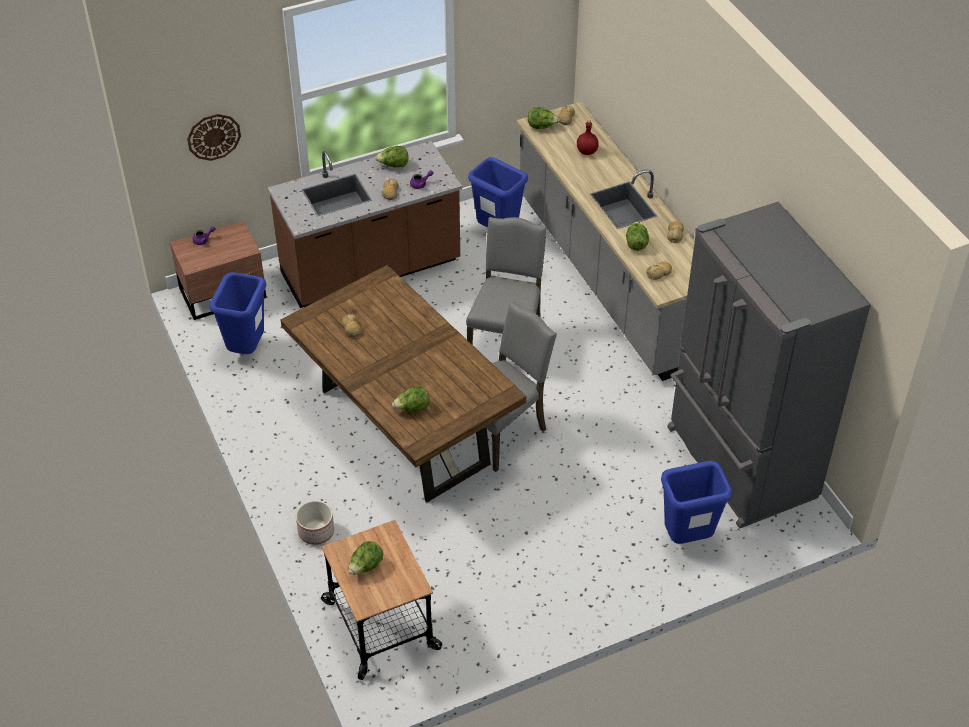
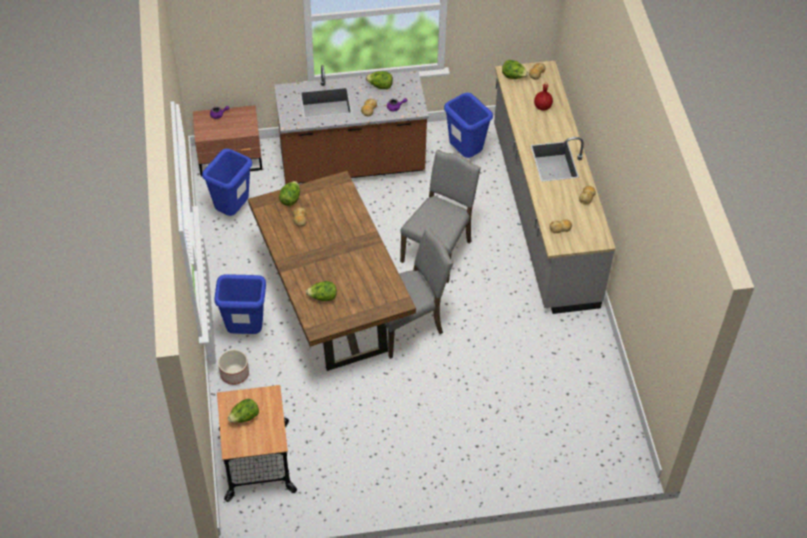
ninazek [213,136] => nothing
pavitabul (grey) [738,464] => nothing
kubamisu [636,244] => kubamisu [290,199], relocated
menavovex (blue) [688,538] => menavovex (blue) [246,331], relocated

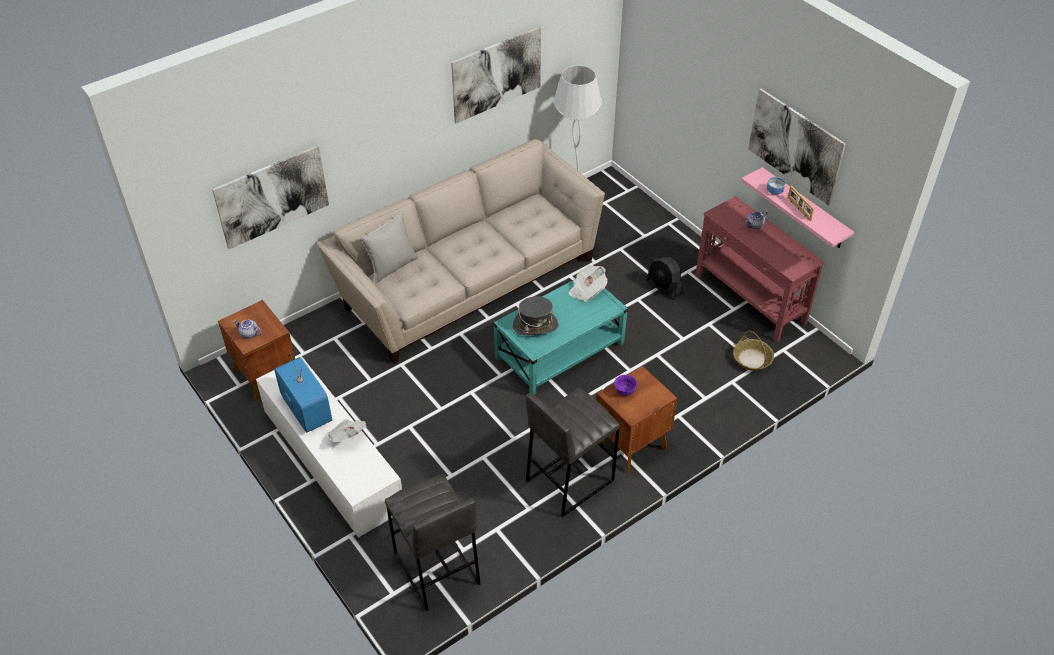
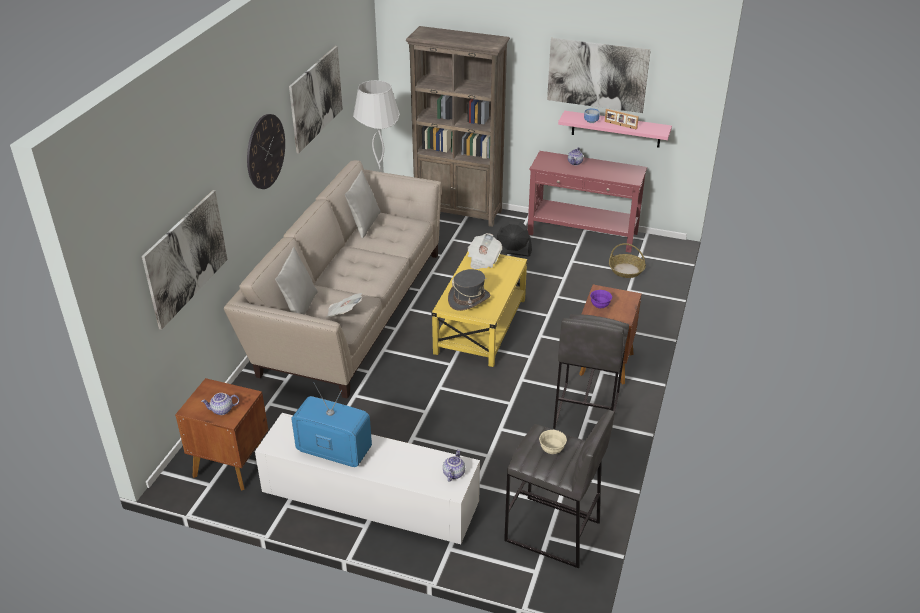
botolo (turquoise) [560,351] => botolo (yellow) [480,326]
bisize [347,436] => bisize [344,313], relocated
nothing => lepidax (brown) [458,212]
nothing => ninazek [265,151]
nothing => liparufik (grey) [364,224]
nothing => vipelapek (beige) [552,450]
nothing => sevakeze [453,473]

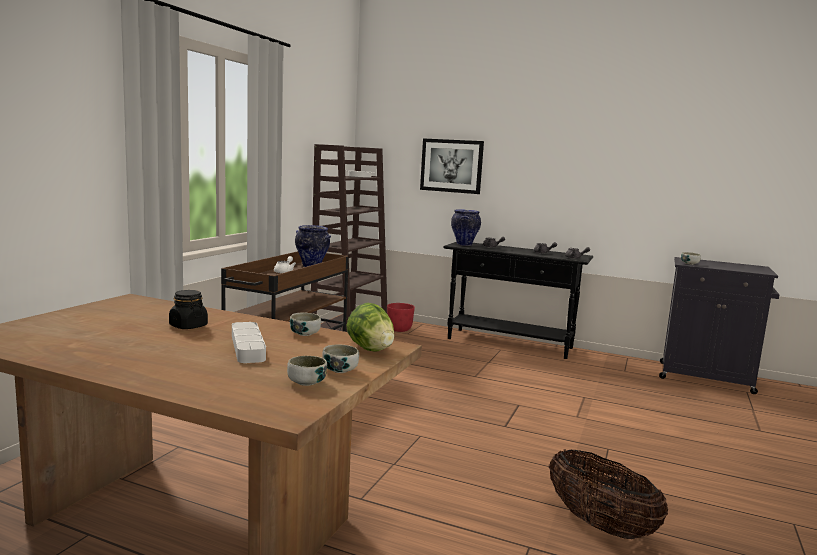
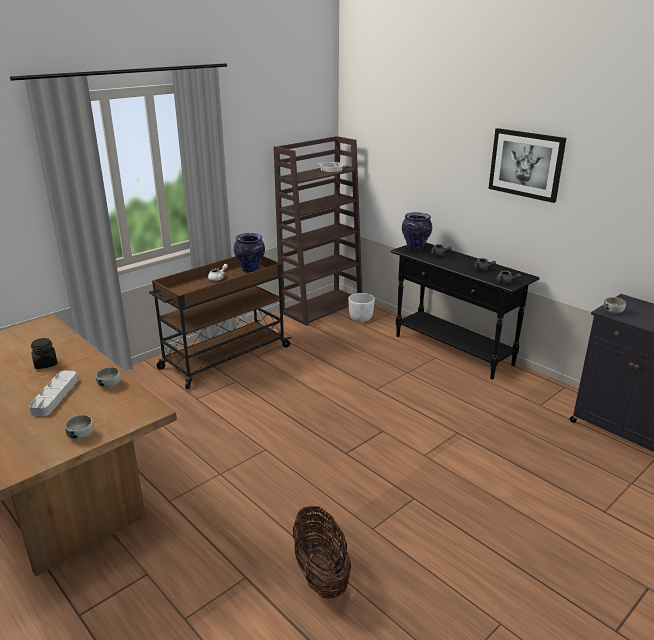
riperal [451,166] => riperal [526,164], relocated
kubamisu [370,349] => nothing
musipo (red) [399,330] => musipo (white) [360,319]
vipelapek [306,382] => nothing

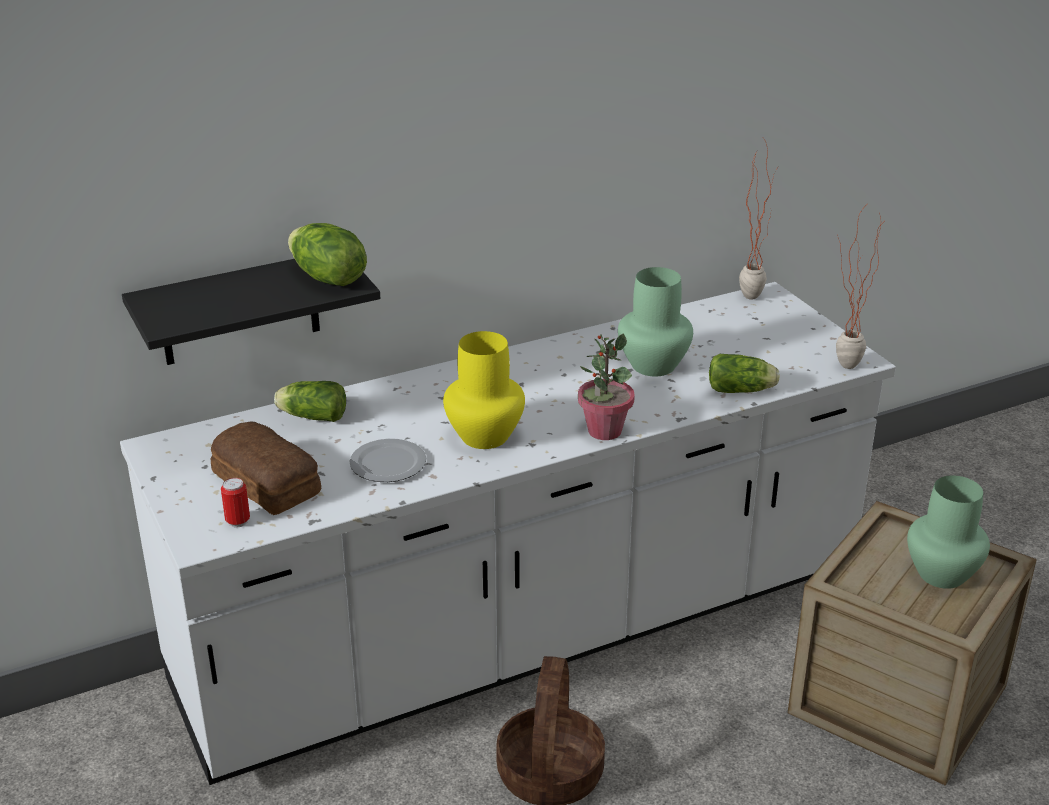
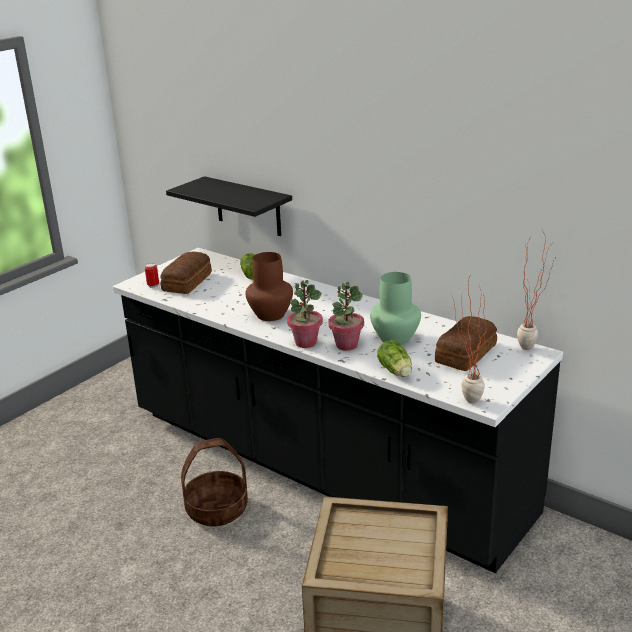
kubamisu [327,278] => nothing
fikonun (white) [524,632] => fikonun (black) [322,465]
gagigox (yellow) [485,435] => gagigox (brown) [271,314]
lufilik [386,463] => nothing
gagigox (green) [941,573] => nothing
nothing => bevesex [346,345]
nothing => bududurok [464,353]

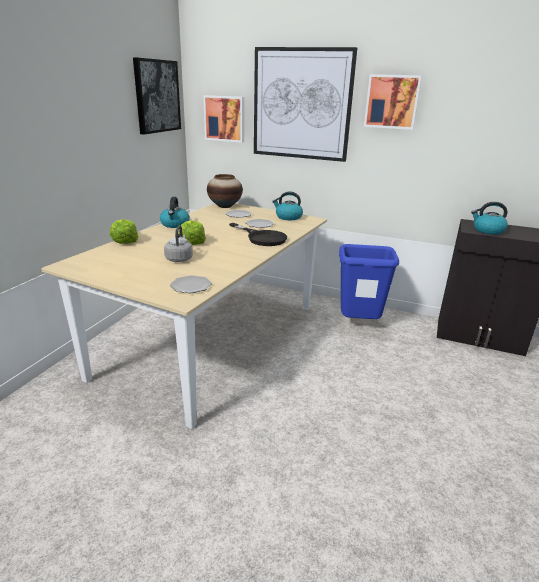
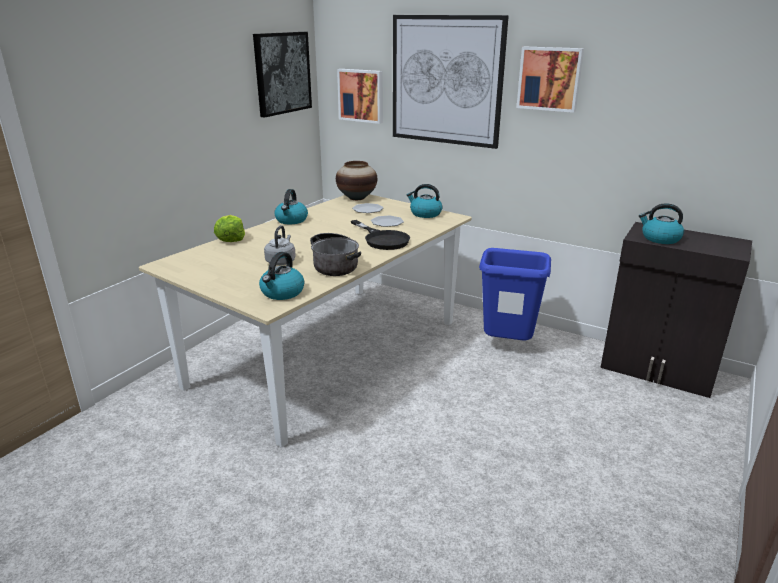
kubamisu [192,242] => nothing
lufilik [191,286] => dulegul [282,293]
nothing => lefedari [335,264]

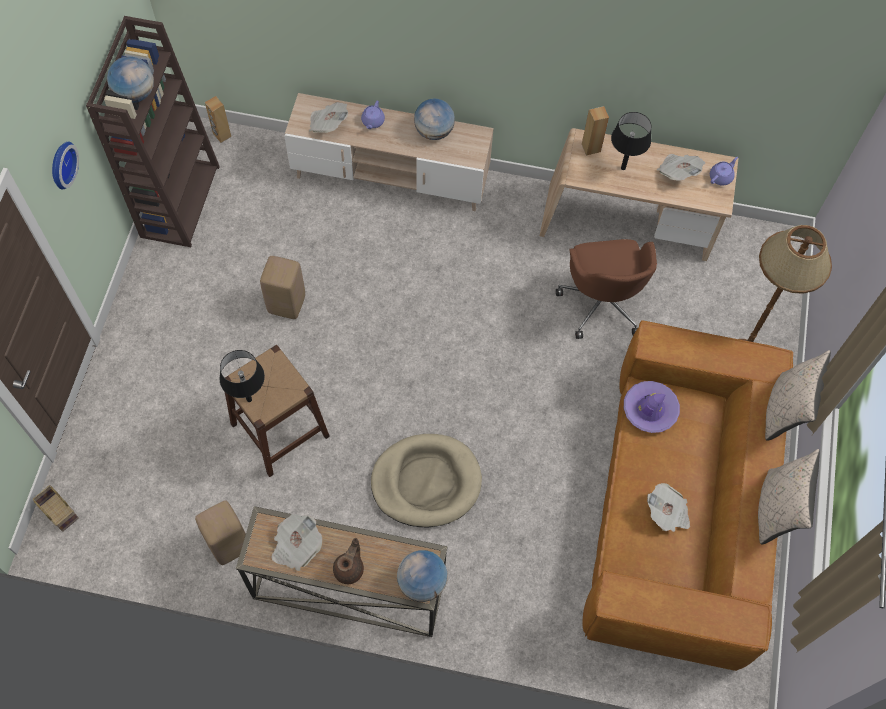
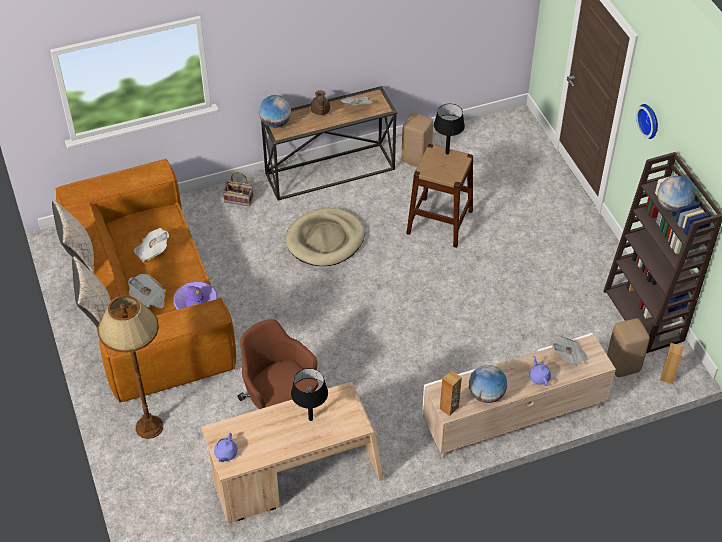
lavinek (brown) [591,147] => lavinek (brown) [449,408], relocated
bisize [678,172] => bisize [149,298], relocated
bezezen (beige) [286,303] => bezezen (beige) [623,366], relocated
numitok [58,512] => numitok [239,199], relocated

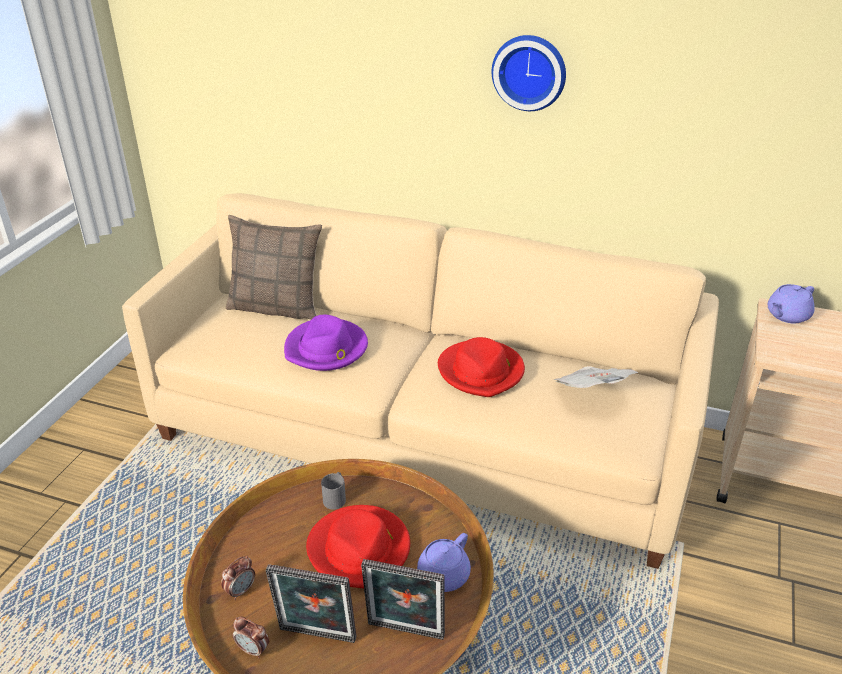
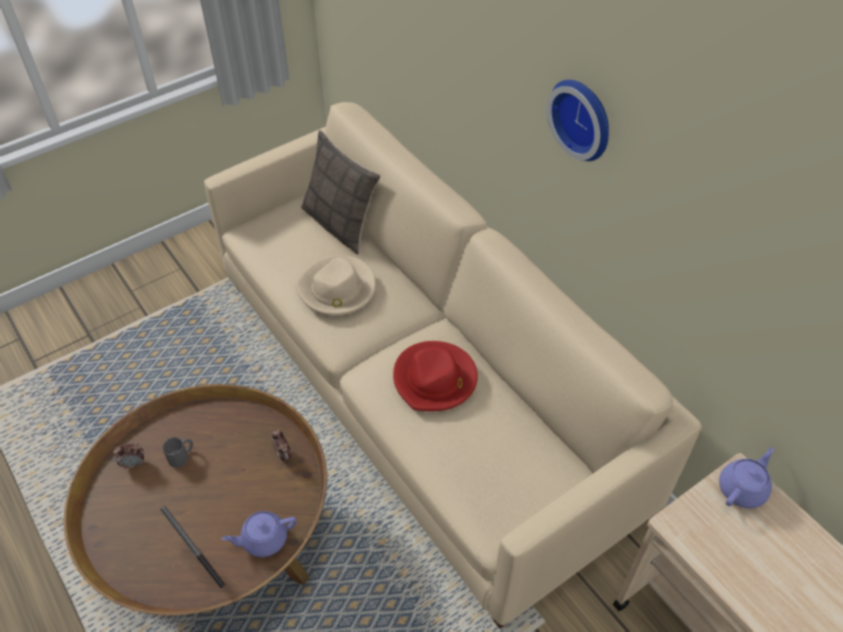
sevakeze (purple) [787,315] => sevakeze (purple) [742,489], 135 degrees clockwise
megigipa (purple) [326,348] => megigipa (beige) [337,289]
bisize [592,392] => nothing
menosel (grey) [336,497] => menosel (grey) [182,456], relocated
megigipa (red) [360,549] => nothing
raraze [316,637] => nothing
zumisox [253,650] => zumisox [283,455], relocated

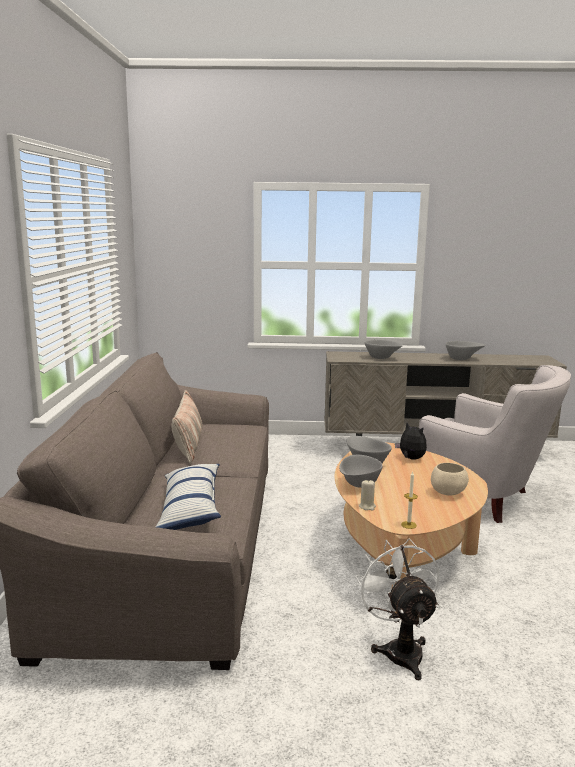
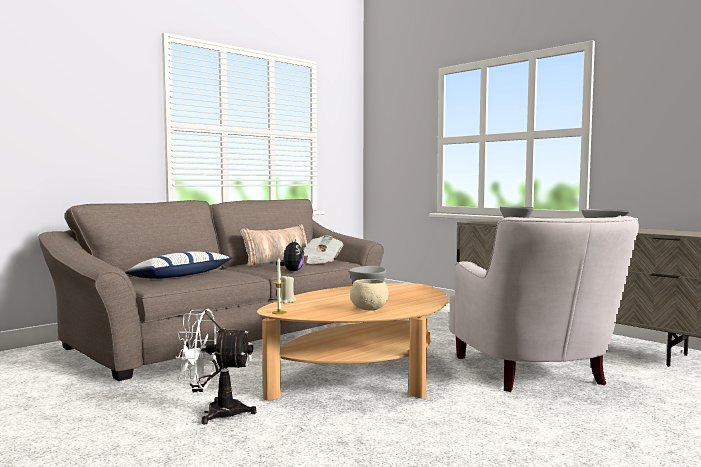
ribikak [410,459] => ribikak [292,271], relocated
vipelapek (grey) [358,485] => nothing
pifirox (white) [400,650] => pifirox (white) [215,413], 120 degrees counterclockwise
nothing => bisize [321,261]

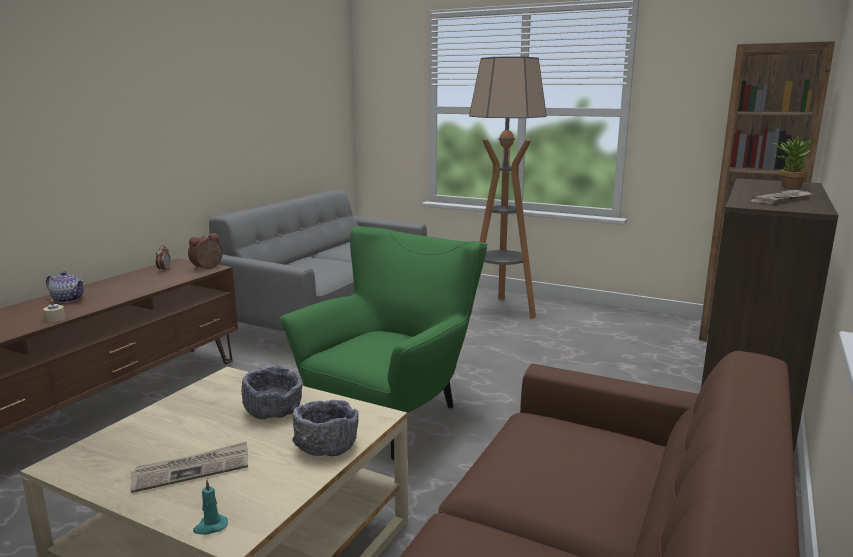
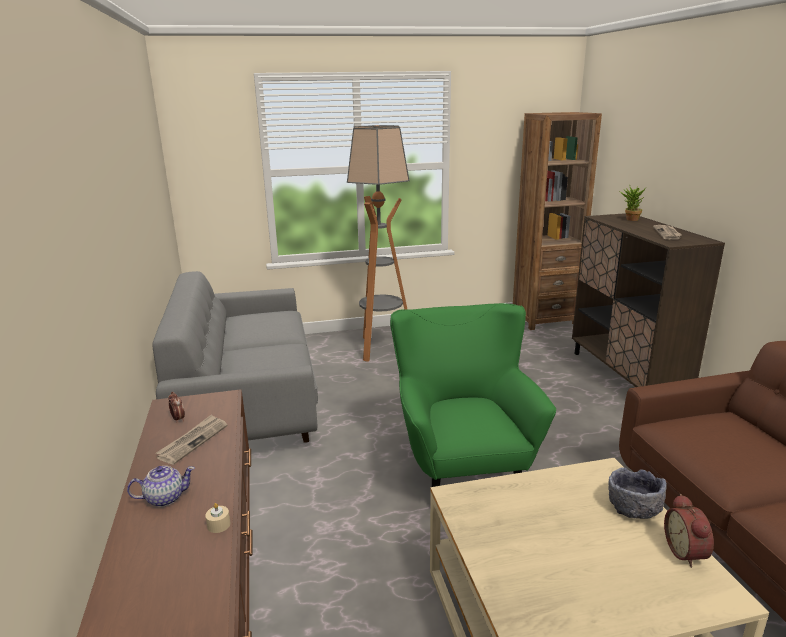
zumisox [208,267] => zumisox [687,552], relocated
vipelapek (grey) [273,410] => nothing
bisize [192,470] => bisize [193,441], relocated
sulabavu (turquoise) [210,527] => nothing

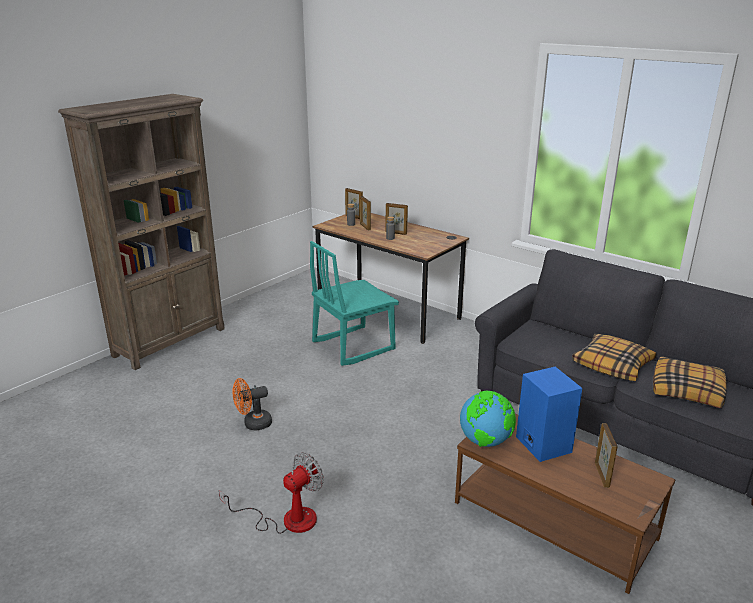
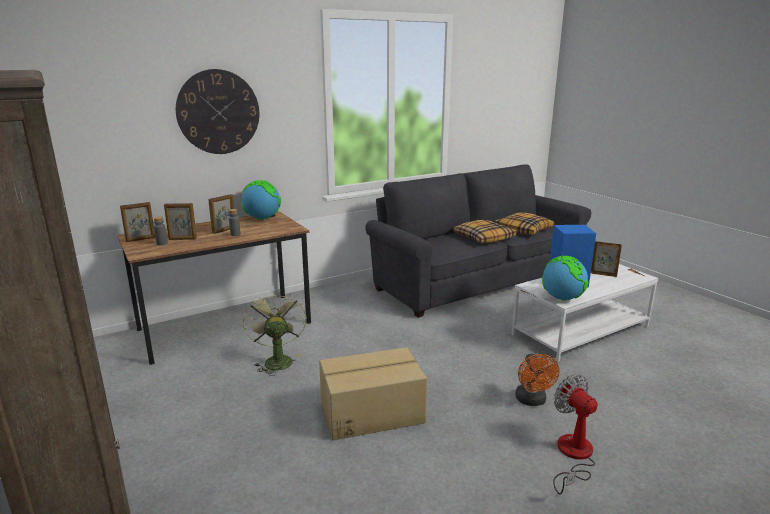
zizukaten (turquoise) [353,345] => pifirox (green) [277,360]
pifirox (orange) [253,424] => pifirox (orange) [532,401], relocated
botolo (brown) [554,520] => botolo (white) [580,330]
nothing => ninazek [218,112]
nothing => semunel [262,218]
nothing => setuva [371,412]

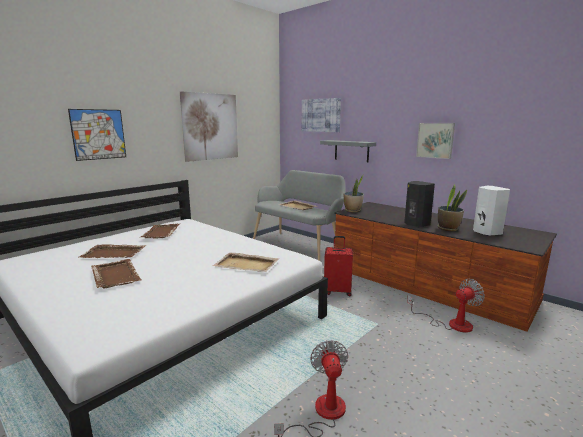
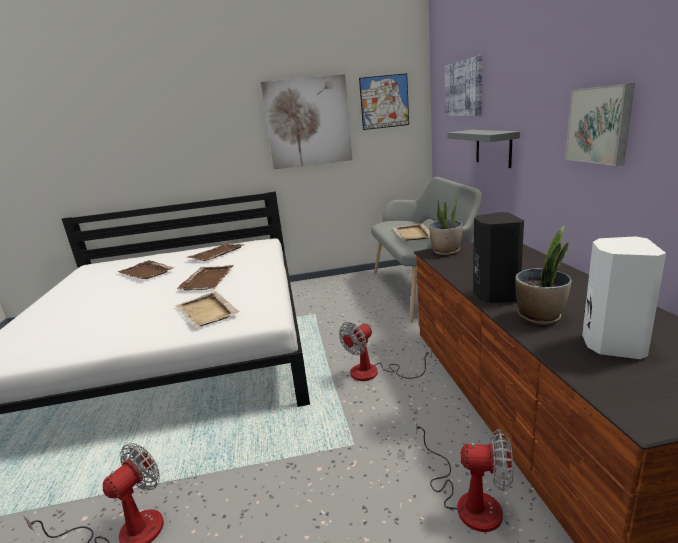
riperal [98,134] => riperal [384,102], relocated
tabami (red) [337,291] => pifirox [374,373]
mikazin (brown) [115,275] => mikazin (brown) [208,279], relocated

